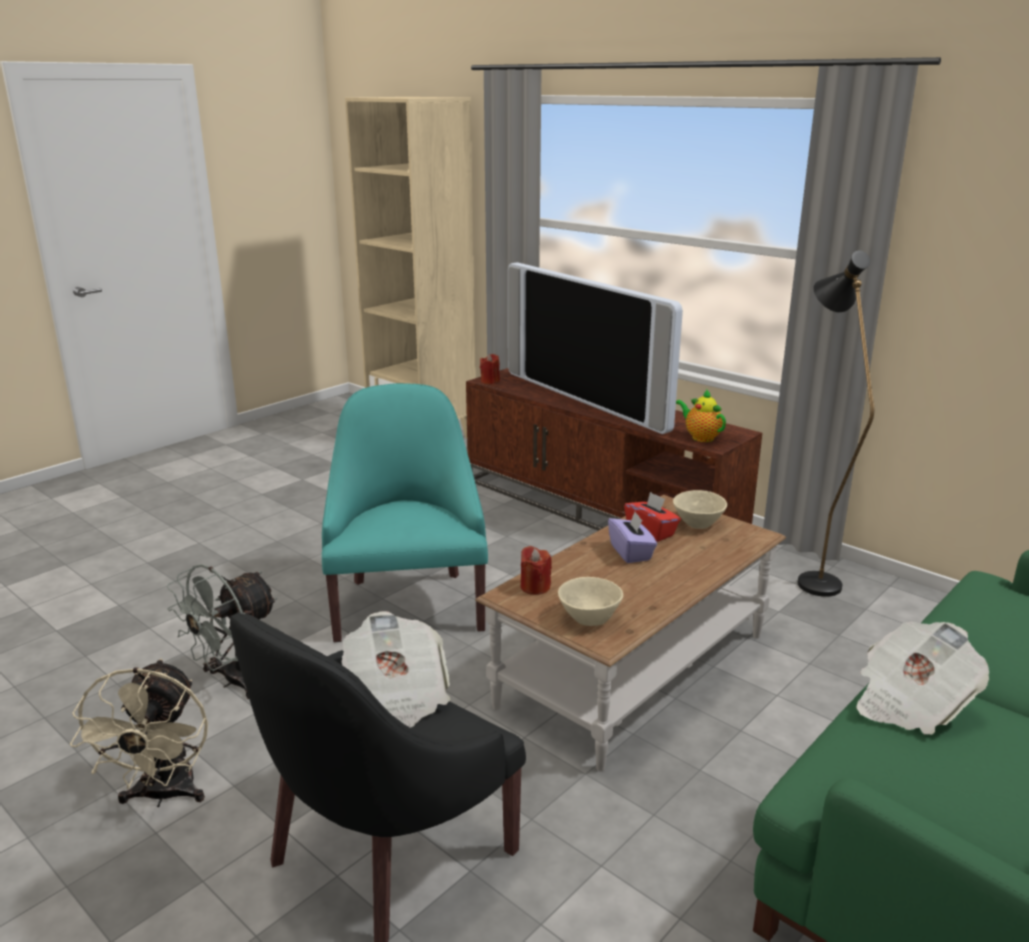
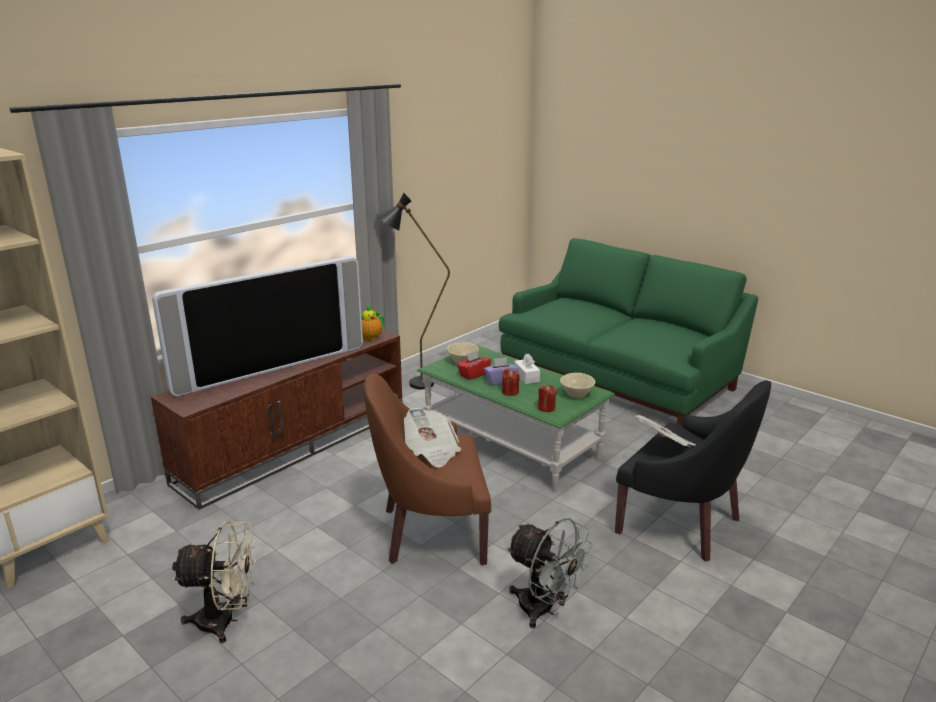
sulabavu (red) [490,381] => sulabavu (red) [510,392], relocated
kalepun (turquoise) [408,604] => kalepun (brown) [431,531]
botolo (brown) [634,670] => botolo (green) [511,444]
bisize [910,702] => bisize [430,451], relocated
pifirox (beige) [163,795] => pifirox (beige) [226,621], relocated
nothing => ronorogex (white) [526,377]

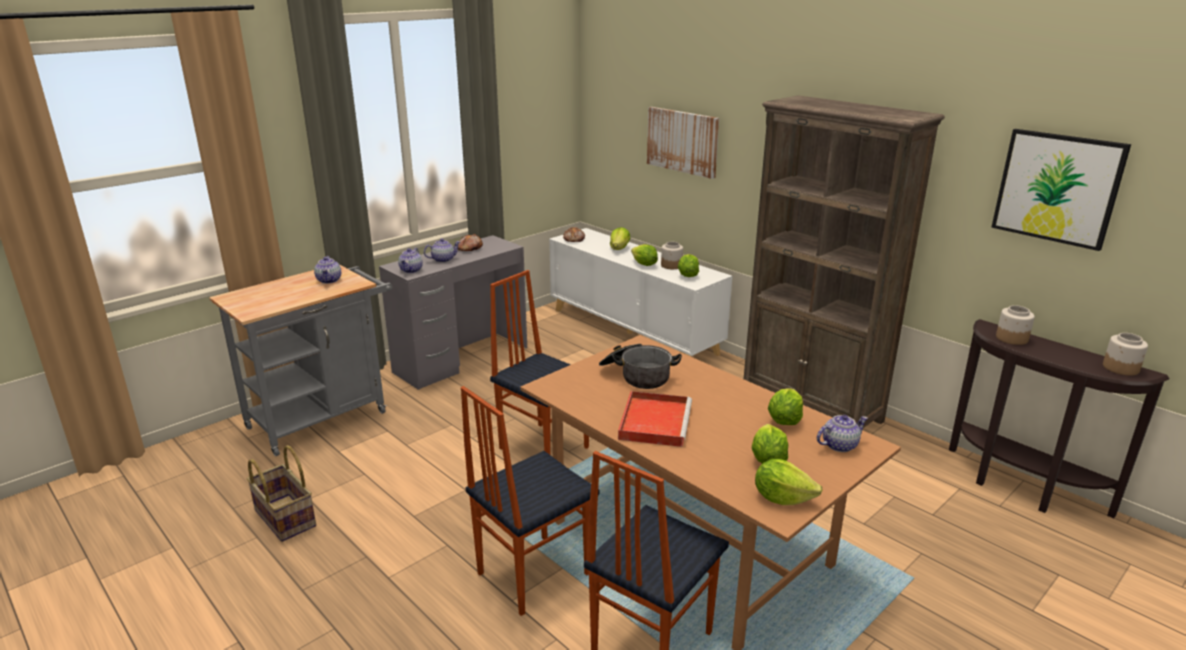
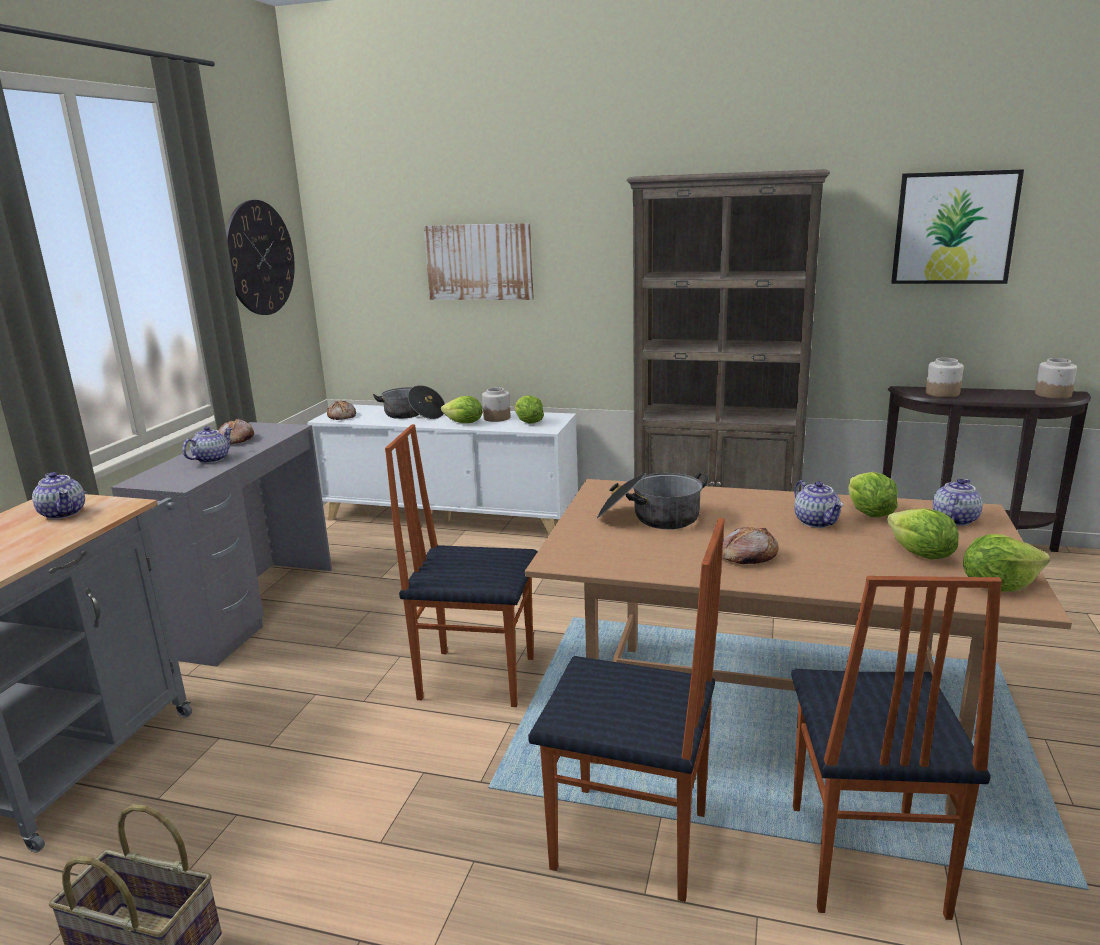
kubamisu [619,249] => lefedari [412,415]
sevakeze [411,270] => sevakeze [817,522], relocated
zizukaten [531,573] => zizukaten [631,843], 90 degrees counterclockwise
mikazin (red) [654,421] => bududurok [746,556]
nothing => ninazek [259,258]

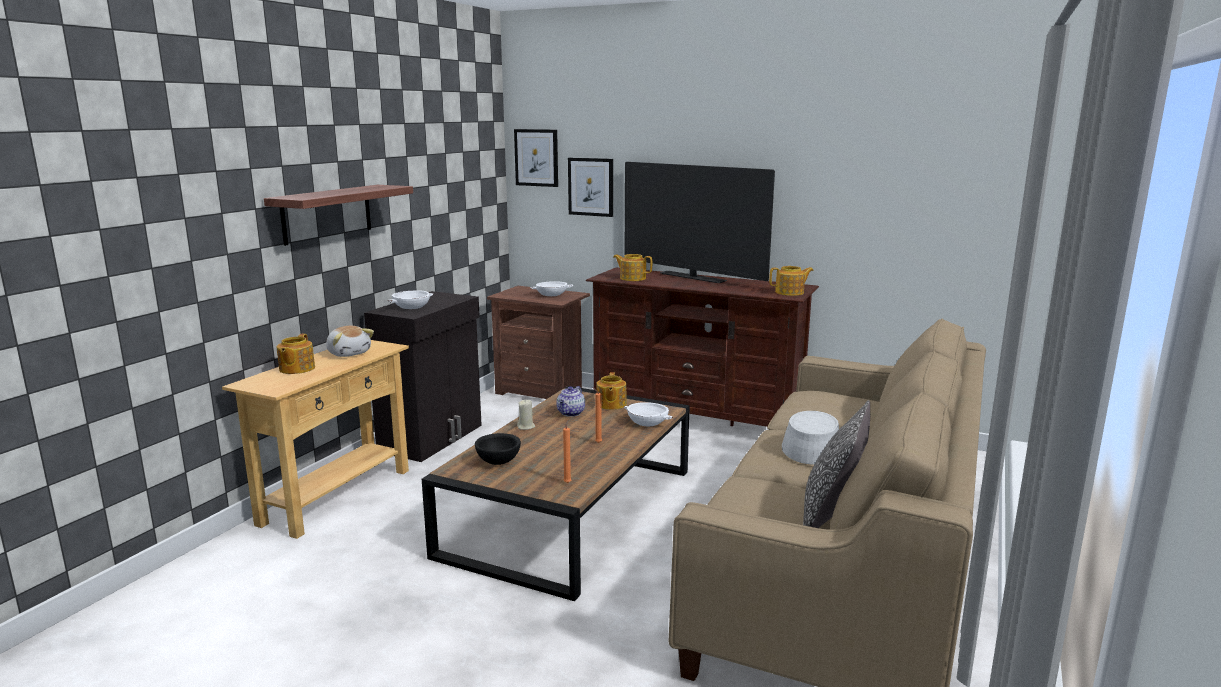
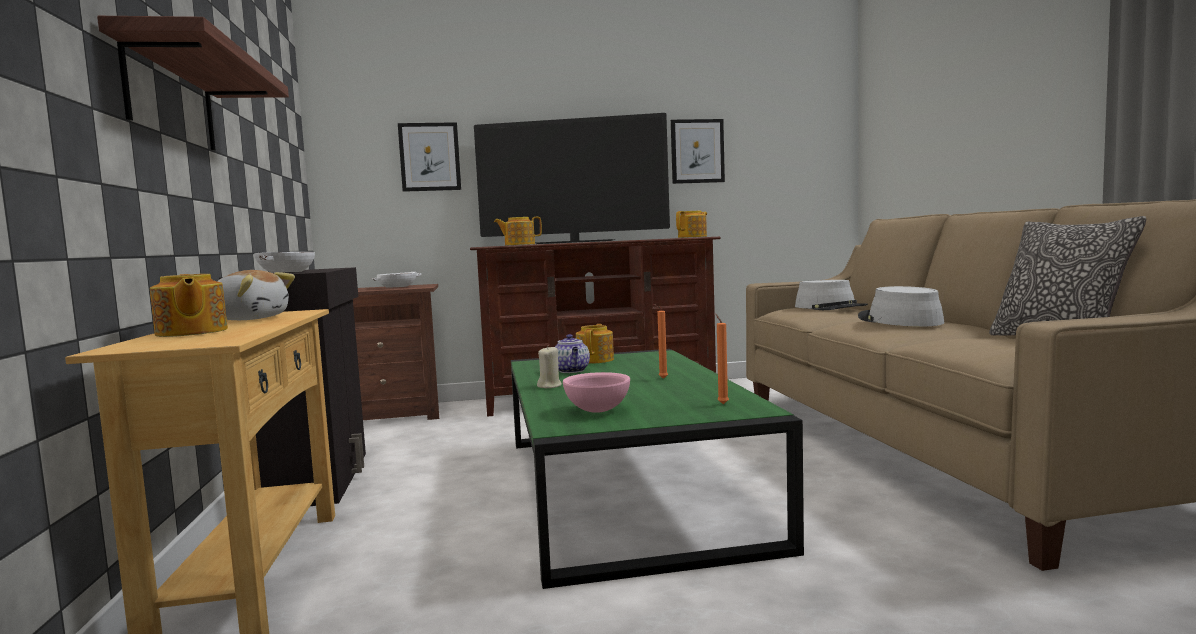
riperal [536,157] => riperal [697,151], relocated
sevakeze [610,404] => sevakeze [596,360], 135 degrees counterclockwise
botolo (brown) [571,511] => botolo (green) [627,487]
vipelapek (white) [647,422] => nothing
vipelapek (black) [499,462] => vipelapek (pink) [598,410]
nothing => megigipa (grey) [830,307]

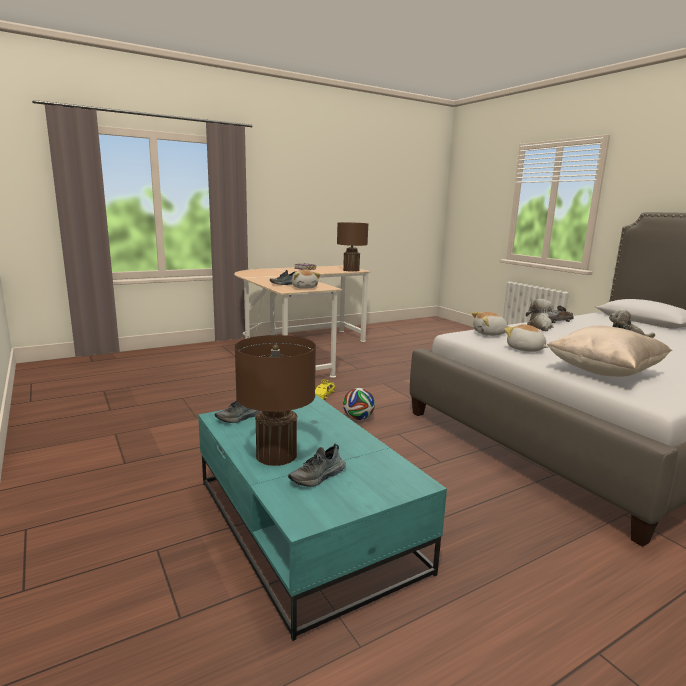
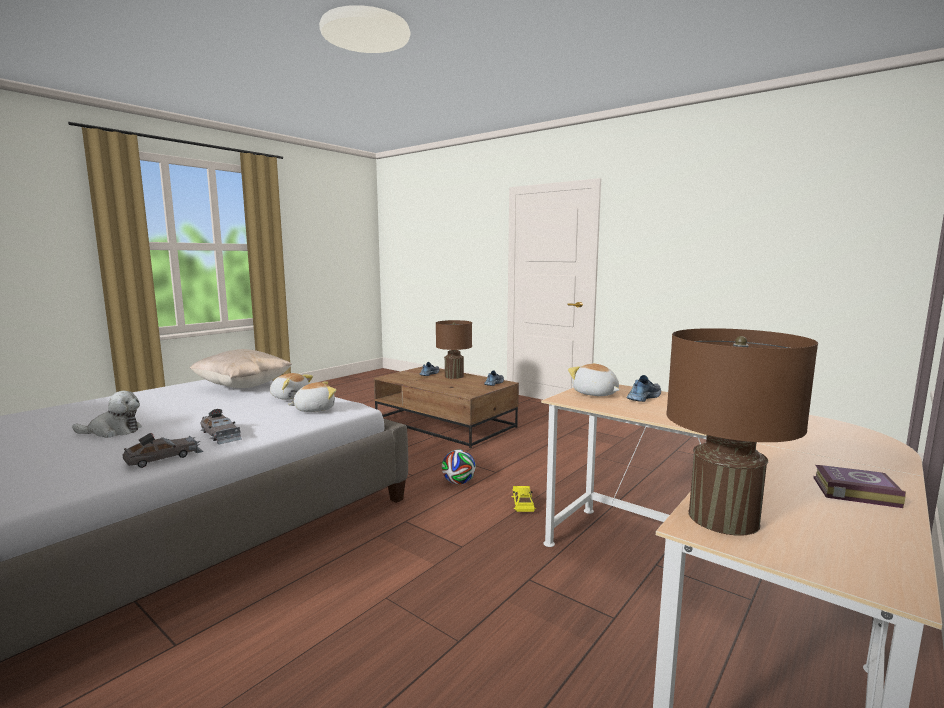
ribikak [540,327] => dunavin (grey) [221,435]
botolo (turquoise) [306,524] => botolo (brown) [444,423]

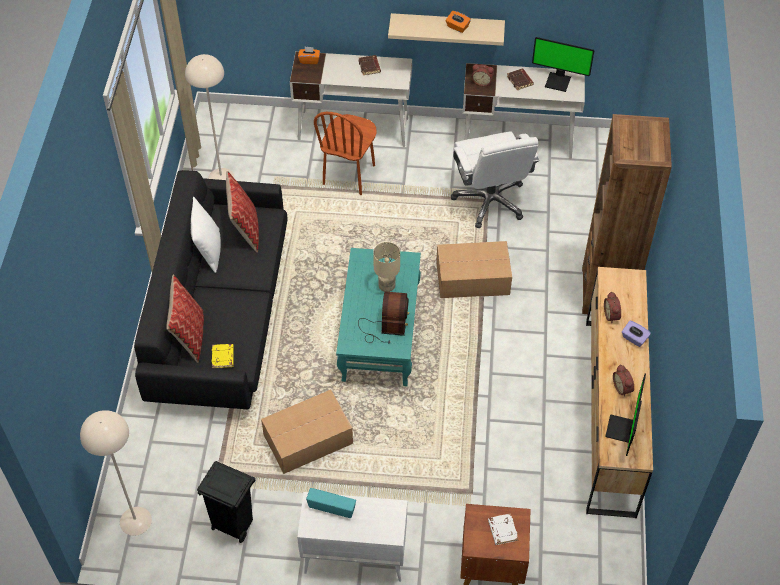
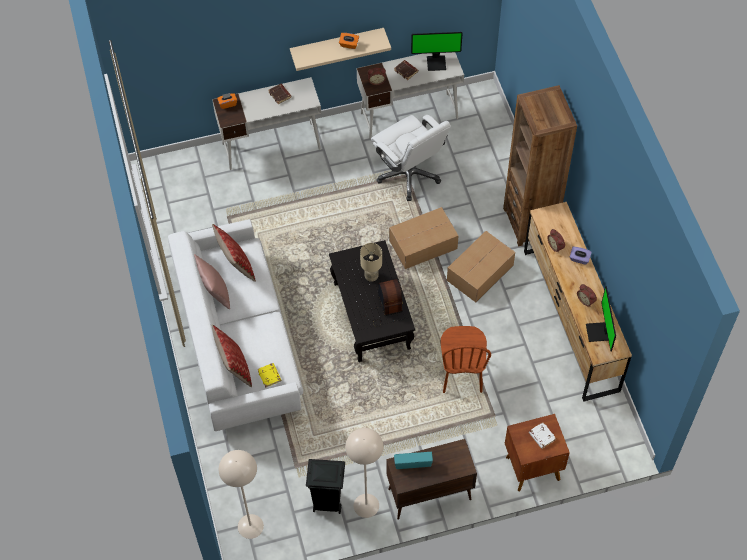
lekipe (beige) [221,177] => lekipe (beige) [366,505], relocated
zizukaten (brown) [349,175] => zizukaten (brown) [461,375], relocated
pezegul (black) [221,315] => pezegul (white) [238,340]
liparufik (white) [208,251] => liparufik (pink) [215,293]
botolo (turquoise) [380,335] => botolo (black) [371,315]
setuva [306,439] => setuva [479,273], relocated
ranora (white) [353,558] => ranora (brown) [428,494]

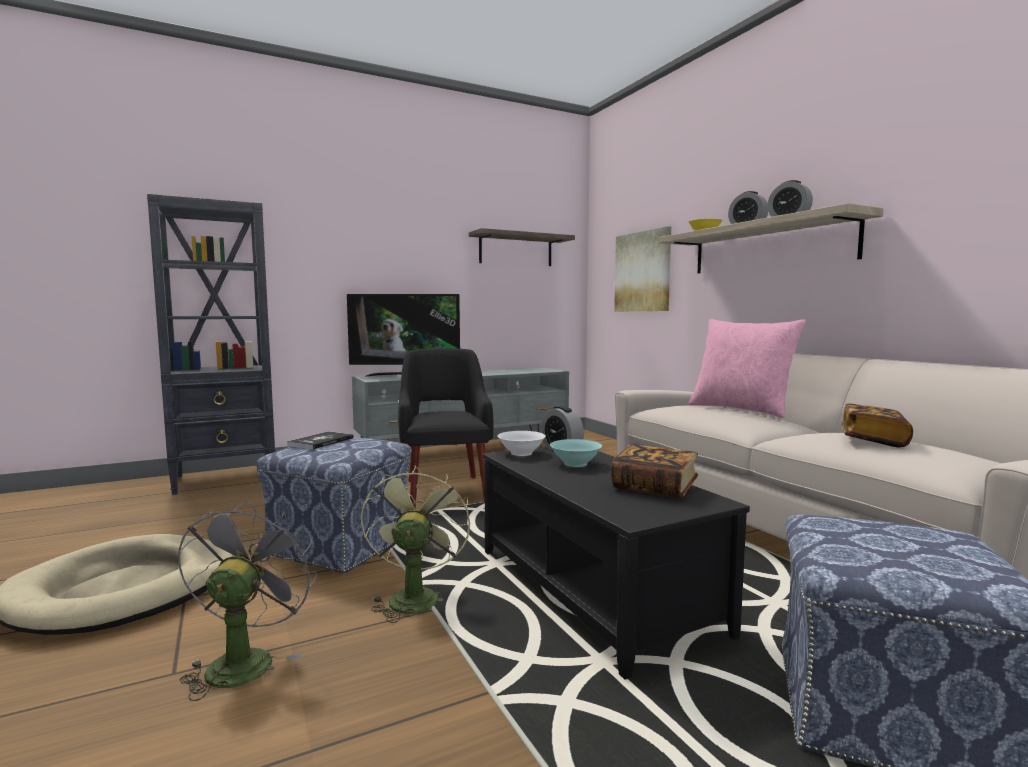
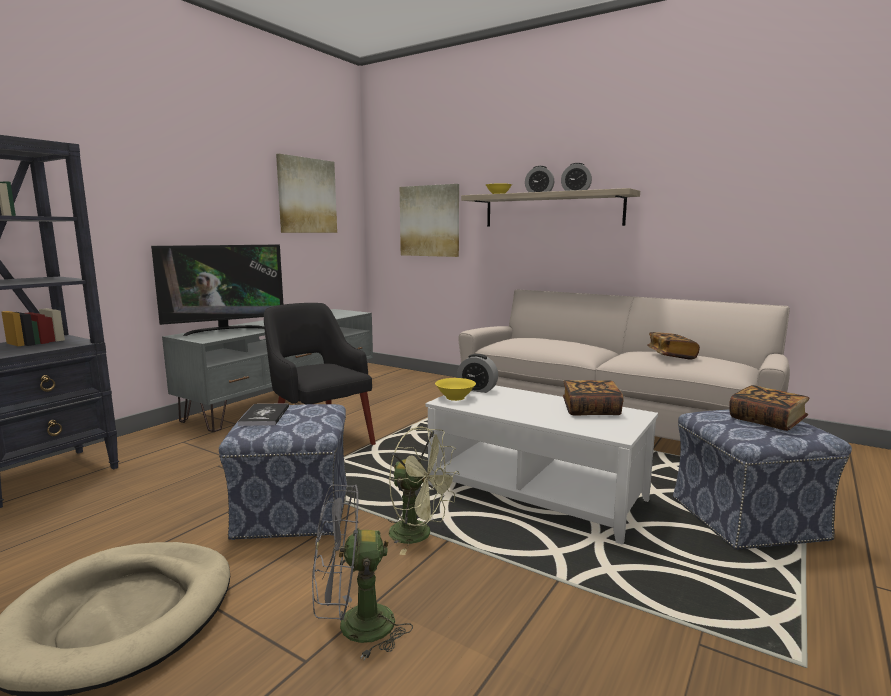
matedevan [516,250] => riperal [307,195]
liparufik (pink) [741,409] => nothing
vipelapek (white) [522,453] => vipelapek (yellow) [455,397]
vipelapek (turquoise) [576,464] => nothing
botolo (black) [595,589] => botolo (white) [536,493]
pifirox (green) [414,596] => pifirox (green) [419,535], 150 degrees clockwise
pifirox (grey) [244,660] => pifirox (grey) [354,628], 75 degrees counterclockwise
nothing => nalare [766,421]

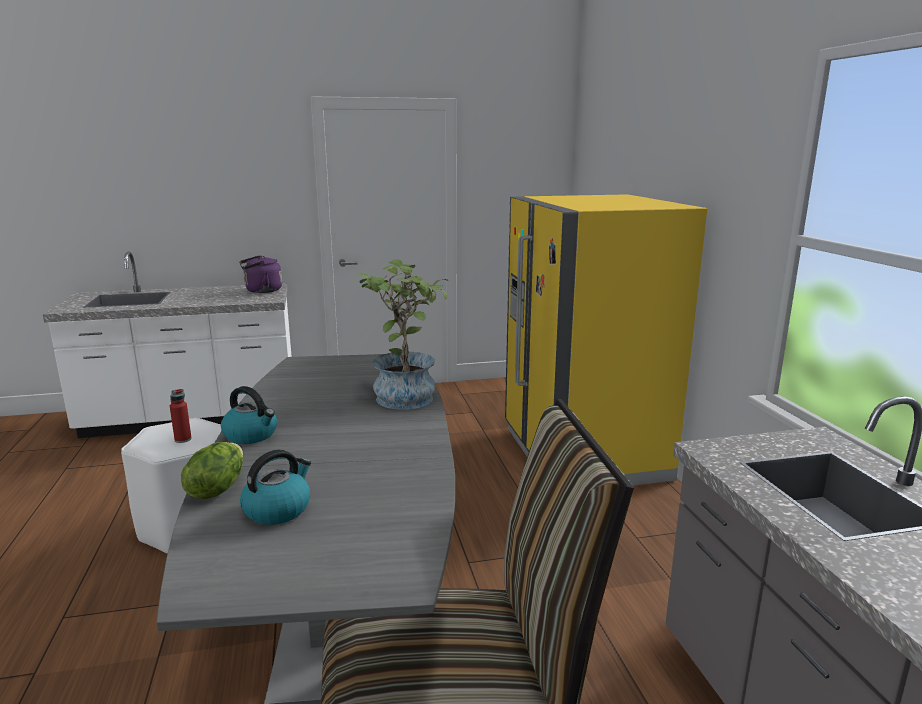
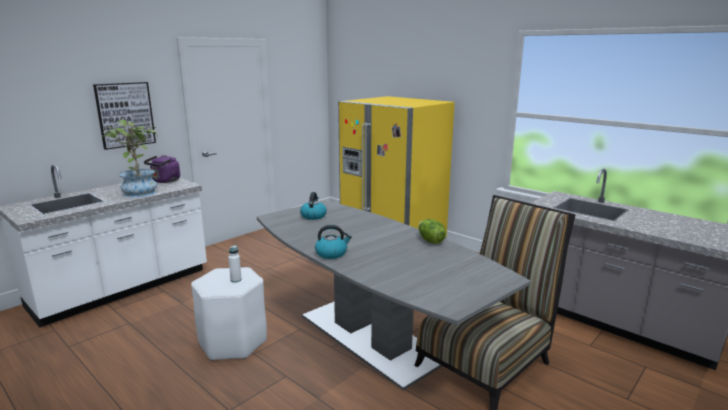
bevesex [406,394] => bevesex [139,191], relocated
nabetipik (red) [183,439] => nabetipik (white) [236,280]
kubamisu [216,489] => kubamisu [430,241], relocated
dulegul [278,509] => dulegul [313,216], relocated
nothing => riperal [125,114]

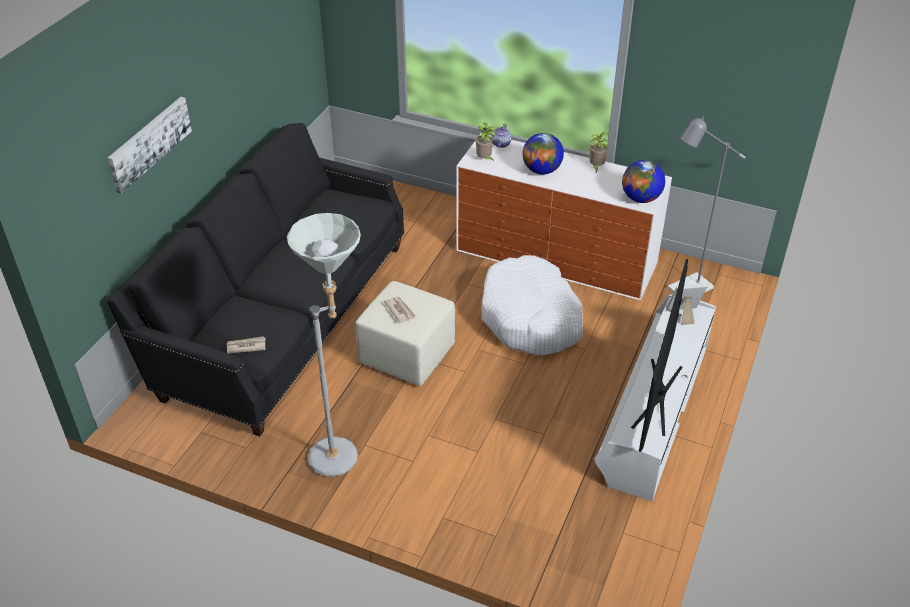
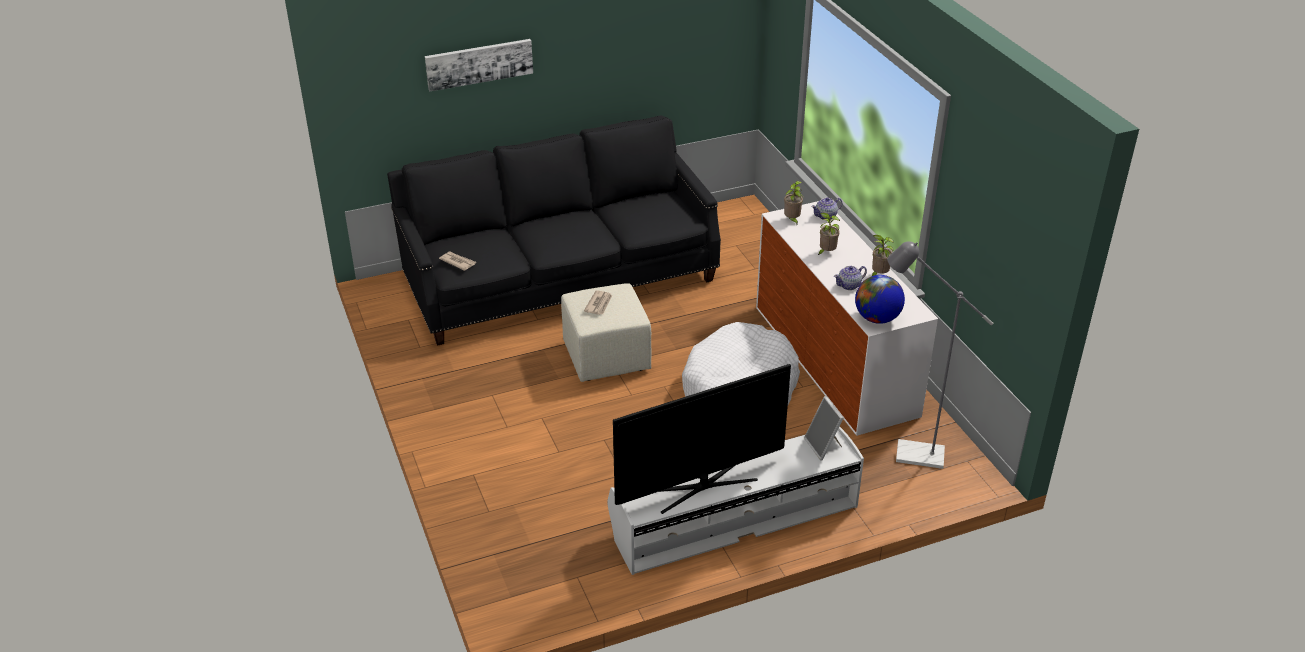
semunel [541,170] => bevesex [826,252]
lekipe (grey) [343,454] => nothing
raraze [683,315] => raraze [824,446], 150 degrees counterclockwise
nothing => sevakeze [849,285]

